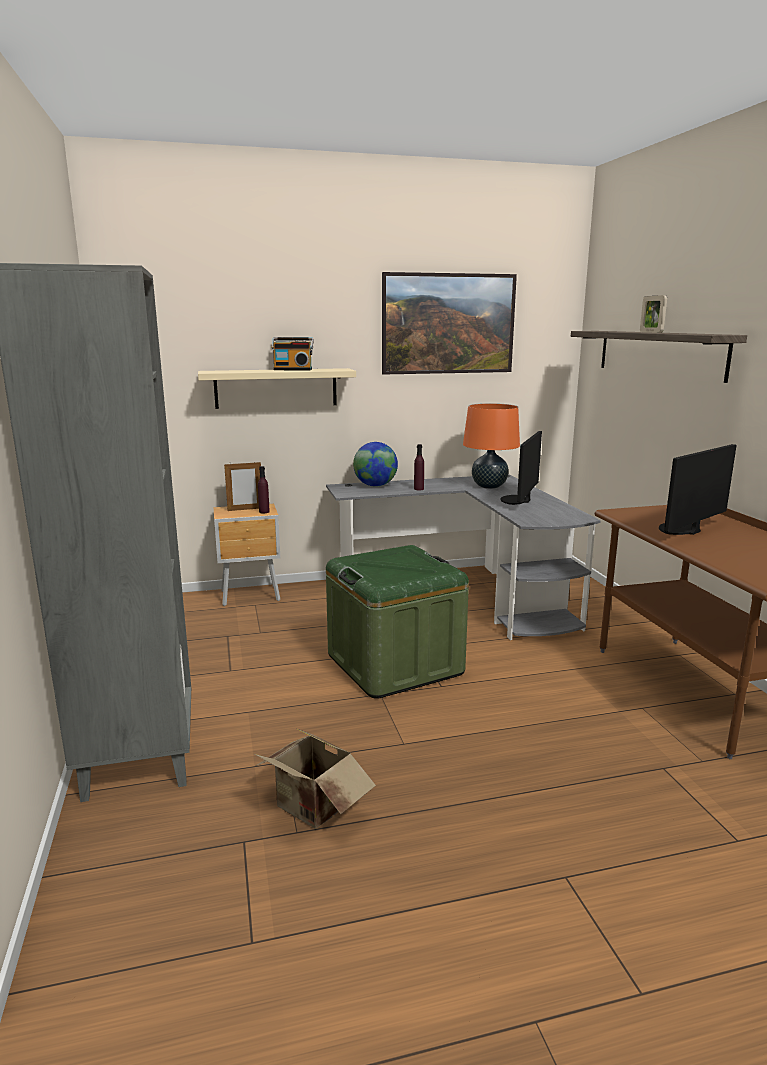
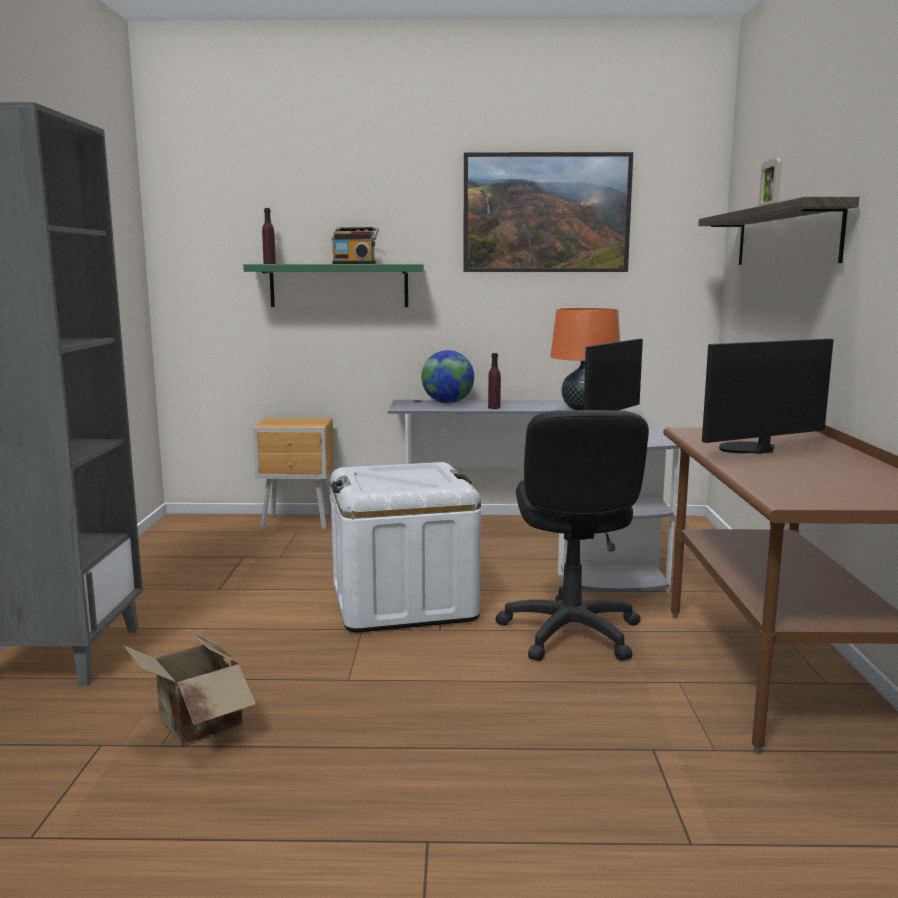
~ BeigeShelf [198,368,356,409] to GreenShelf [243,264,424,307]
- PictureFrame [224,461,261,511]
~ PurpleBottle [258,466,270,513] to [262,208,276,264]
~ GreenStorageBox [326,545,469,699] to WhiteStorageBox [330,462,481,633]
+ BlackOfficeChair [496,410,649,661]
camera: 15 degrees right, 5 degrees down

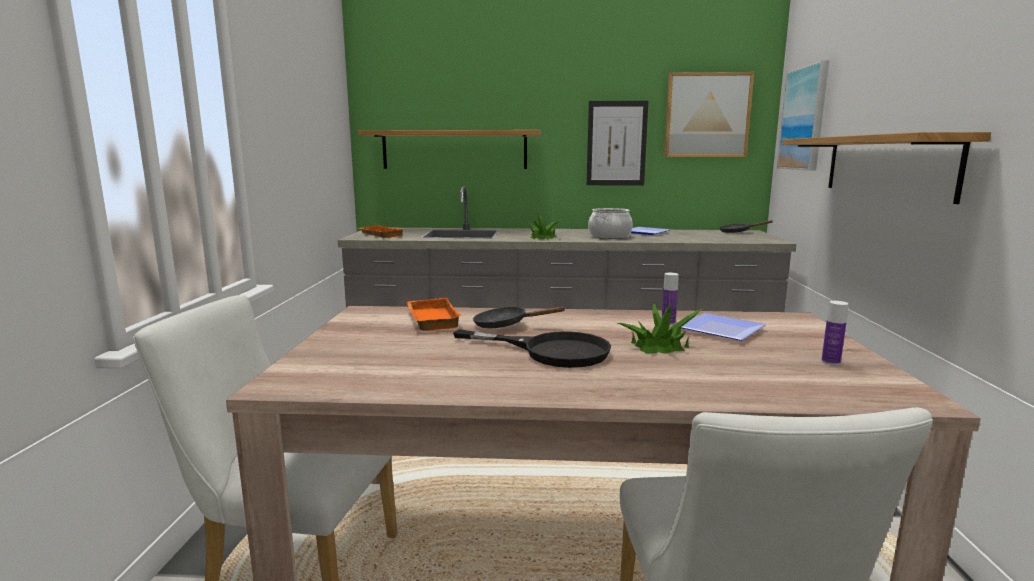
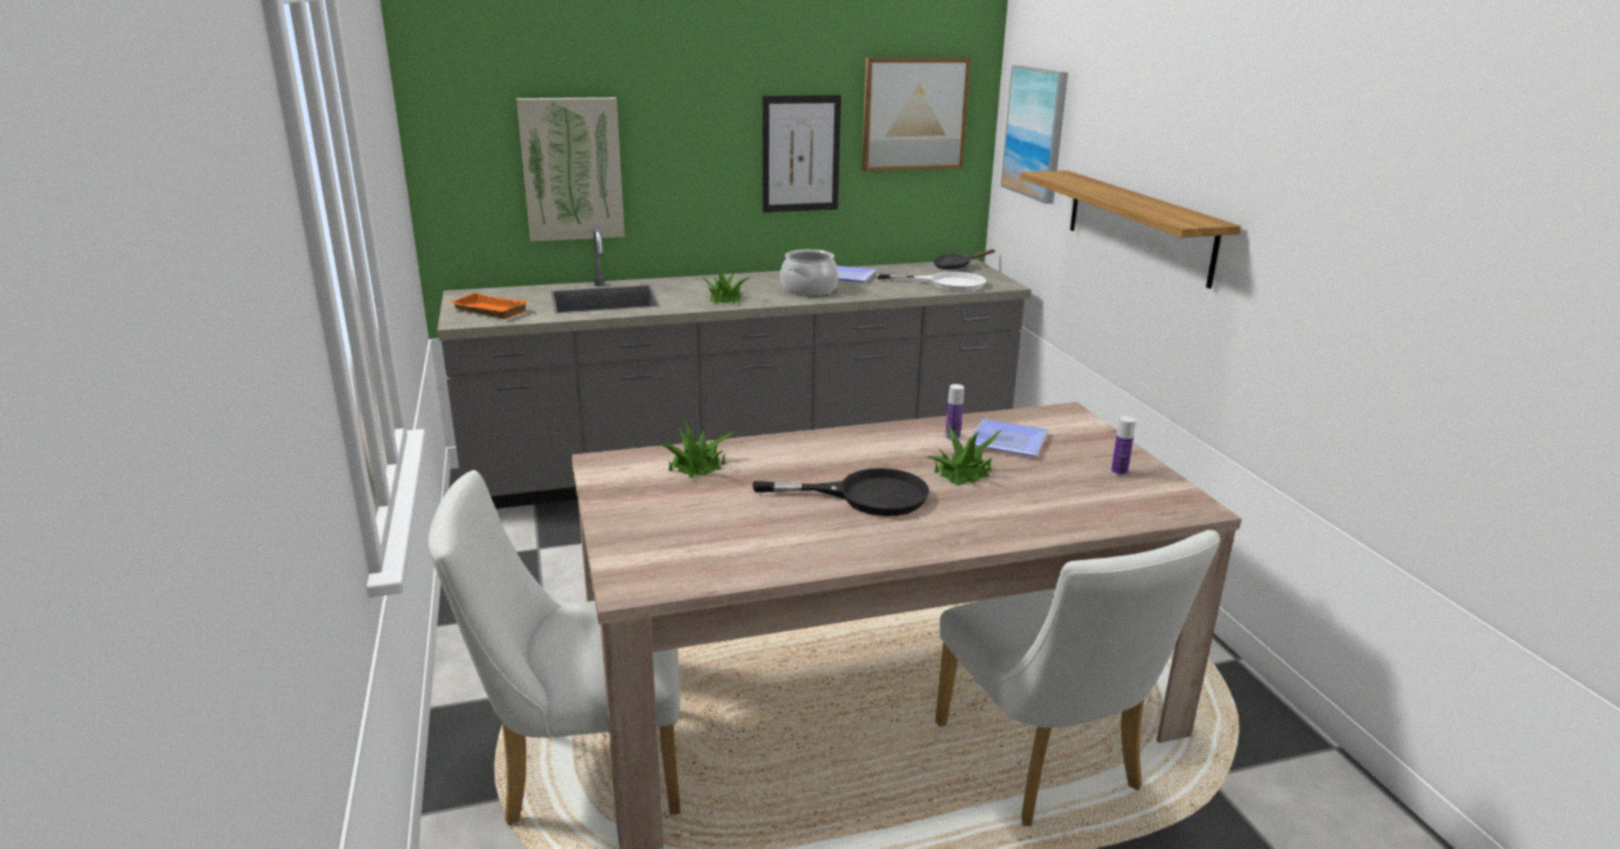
~ Shelf [358,130,541,169] to Picture [517,97,625,242]
~ OrangeTray [406,298,462,331] to PottedPlant [656,420,735,478]
- BlackFryingPan [473,306,566,328]
+ WhiteFryingPan [877,272,987,292]
camera: 20 degrees left, 10 degrees up

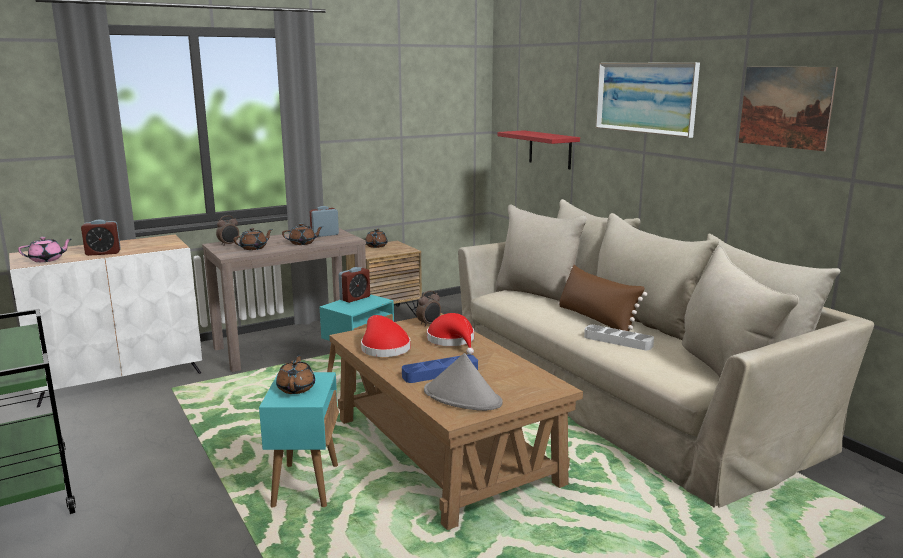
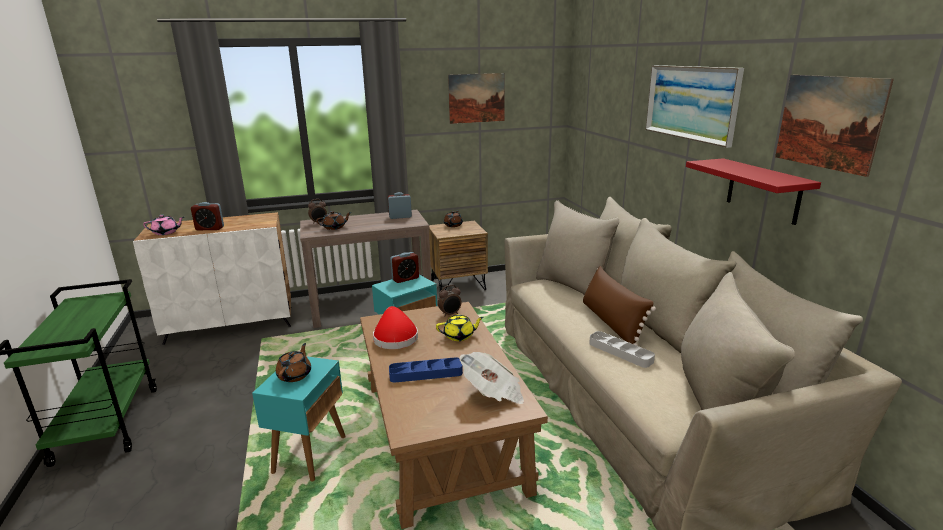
- BrownTeapot [282,223,323,245]
- GreyHat [424,353,503,411]
~ RedHat [427,313,474,355] to YellowTeapot [436,314,484,341]
~ RedShelf [497,130,580,169] to [686,158,821,225]
+ Picture [448,73,505,124]
+ Newspaper [459,352,524,404]
camera: 15 degrees right, 5 degrees up

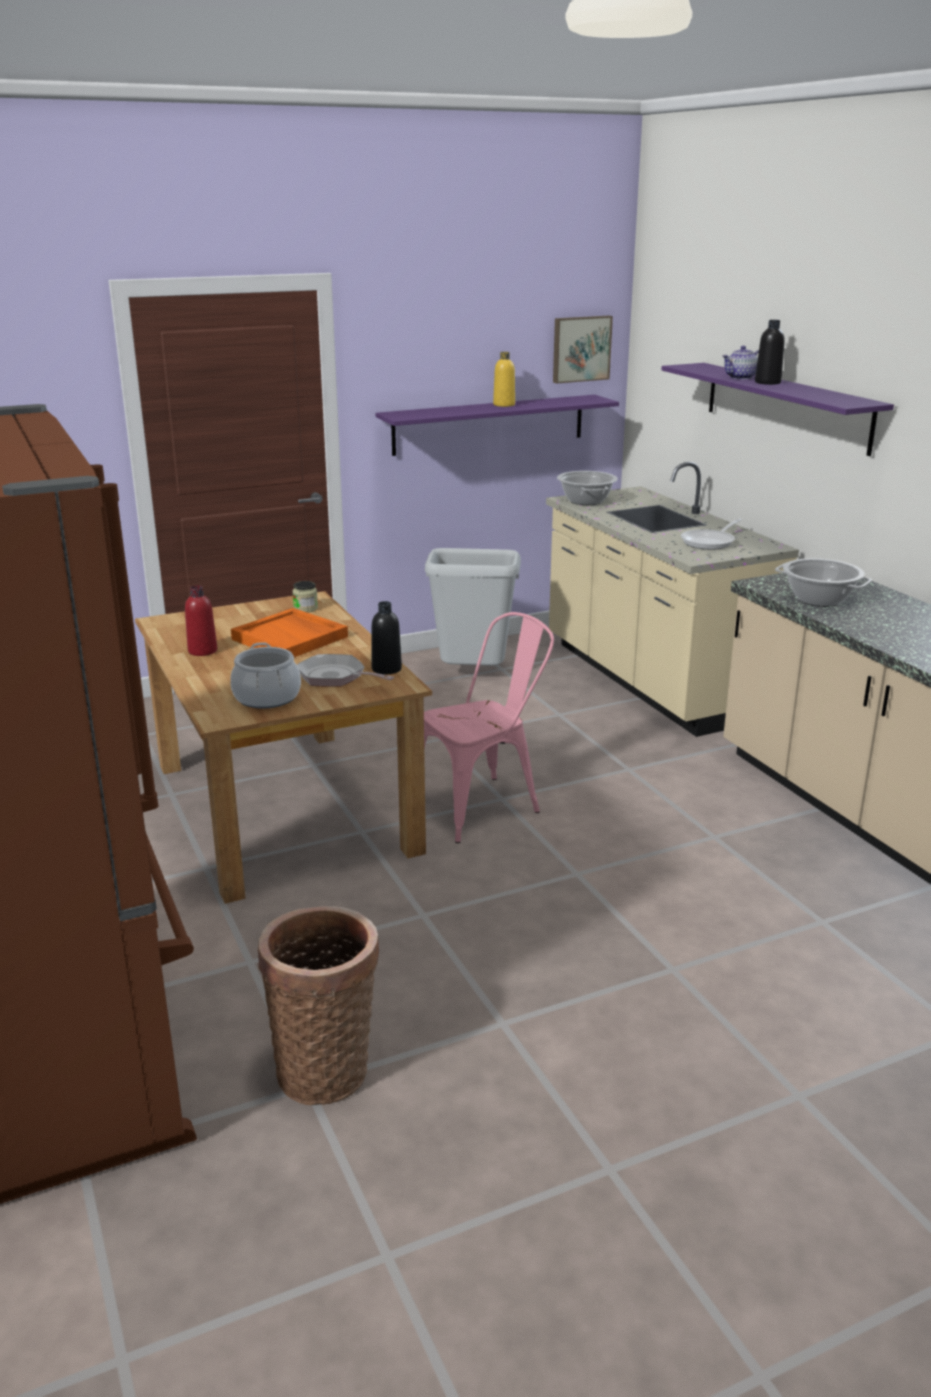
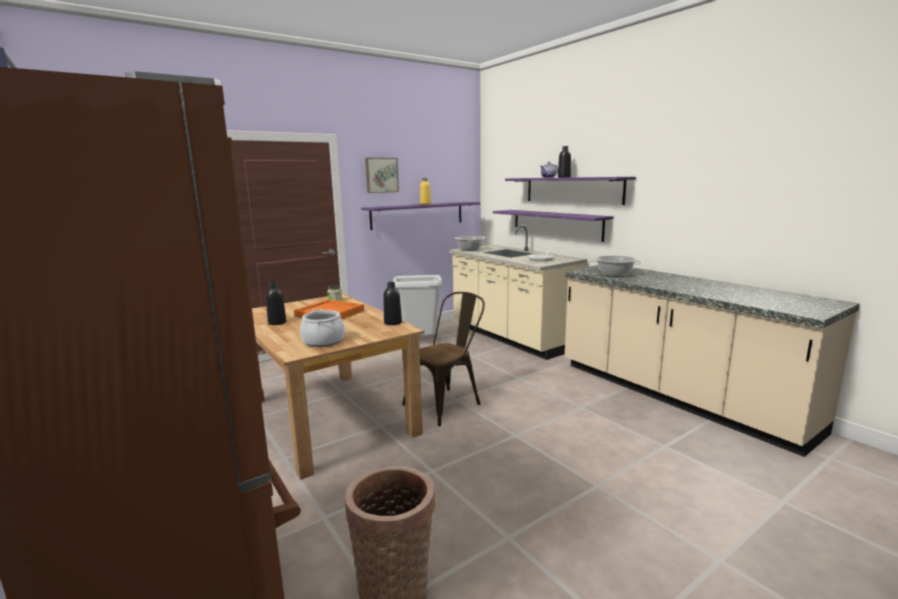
~ RedBottle [185,585,217,656] to BlackBottle [266,282,286,325]
- FryingPan [297,654,394,687]
~ PinkChair [424,612,554,843] to BrownChair [402,292,485,426]
~ Picture [553,316,613,383] to [365,158,399,193]
+ PurpleShelf [493,210,614,242]
camera: 10 degrees left, 10 degrees down

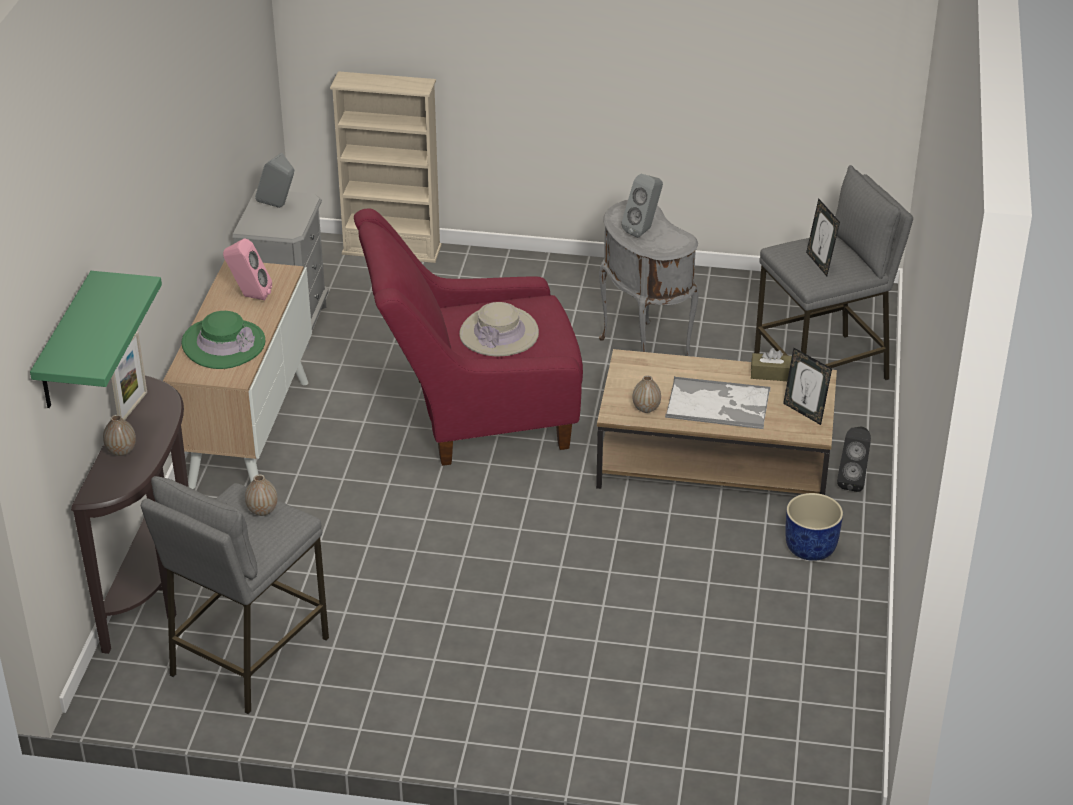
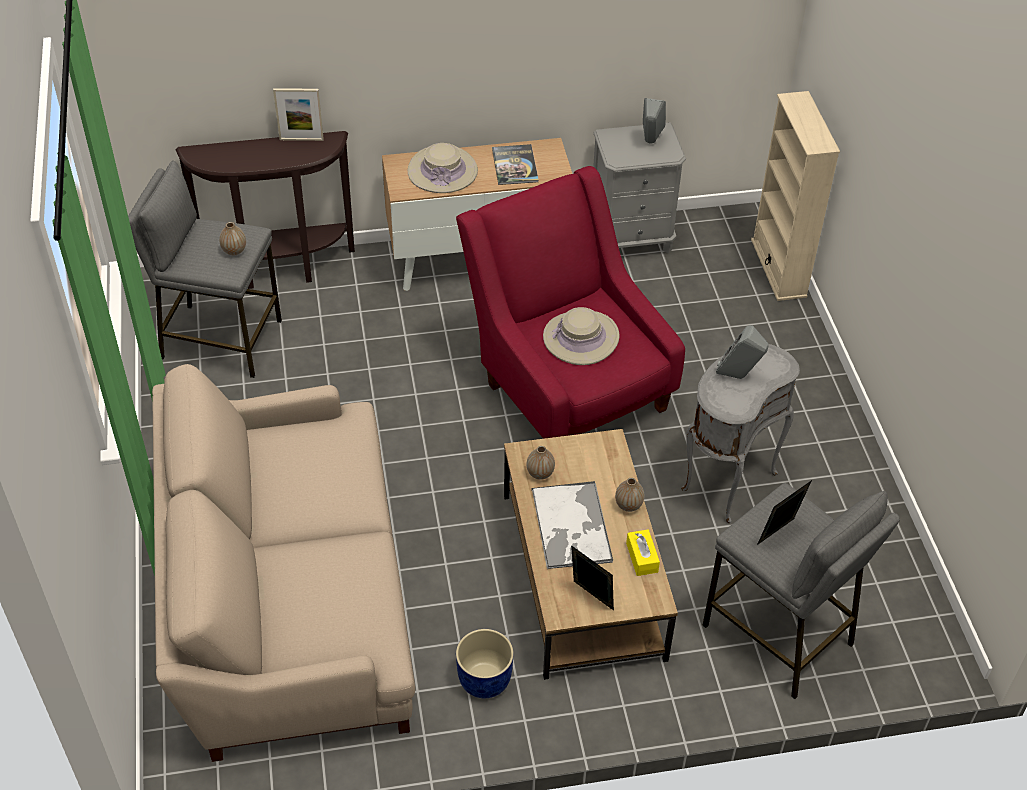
- GreenShelf [30,271,162,408]
~ Vase [103,415,136,456] to [615,478,644,512]
~ GreenHat [182,311,265,369] to BeigeHat [408,143,478,193]
~ PinkSpeaker [223,238,272,300] to Book [492,144,539,185]
~ BrownTissueBox [751,348,792,381] to YellowTissueBox [626,529,660,576]
~ PictureFrame [783,348,832,425] = [571,545,614,610] 105 degrees clockwise
- BlackSpeaker [837,427,871,492]
+ BeigeSofa [152,364,415,762]
camera: 70 degrees right, 10 degrees up

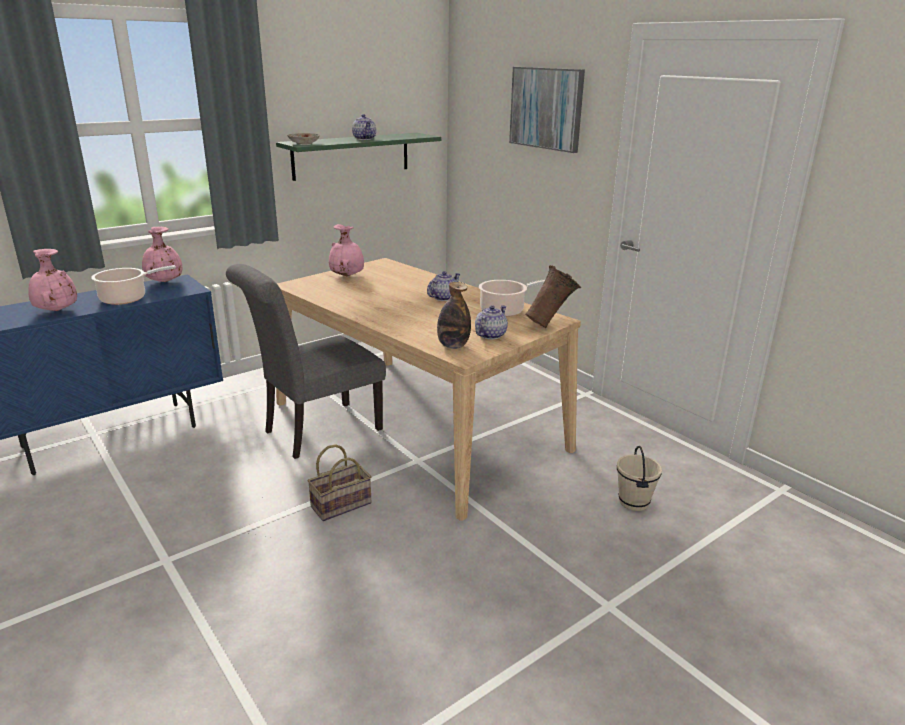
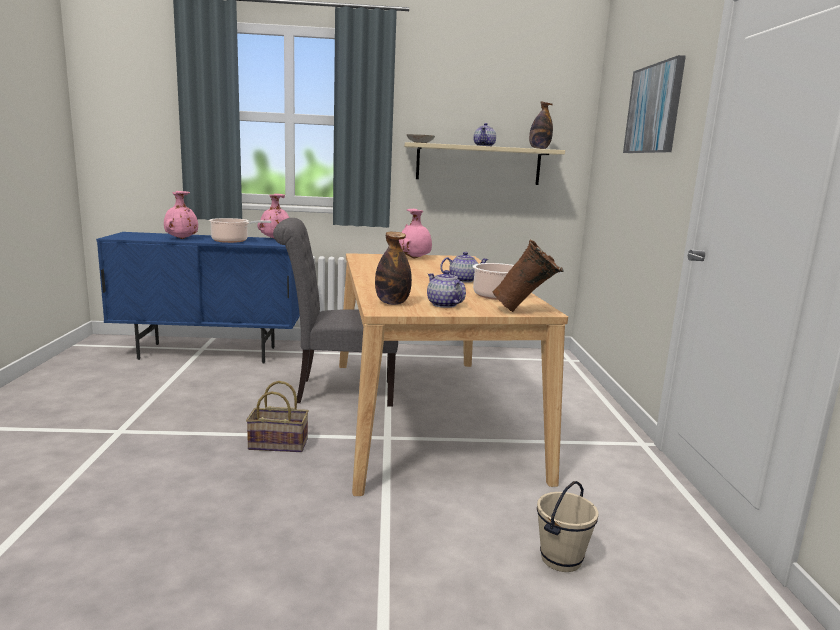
~ GreenShelf [276,133,442,181] to BeigeShelf [404,142,565,185]
~ Teapot [475,305,508,339] = [427,270,466,308] 105 degrees counterclockwise
+ Bottle [529,101,553,149]
camera: 35 degrees right, 10 degrees down

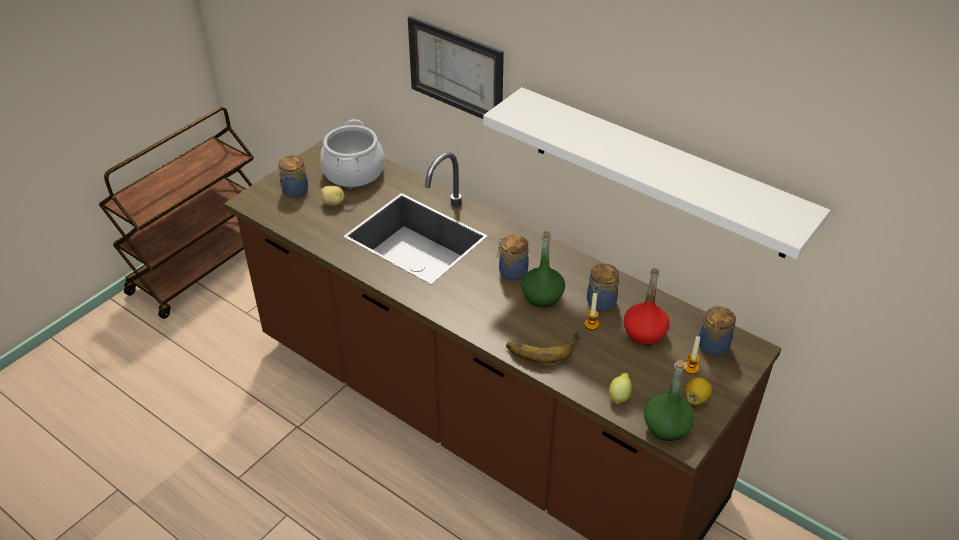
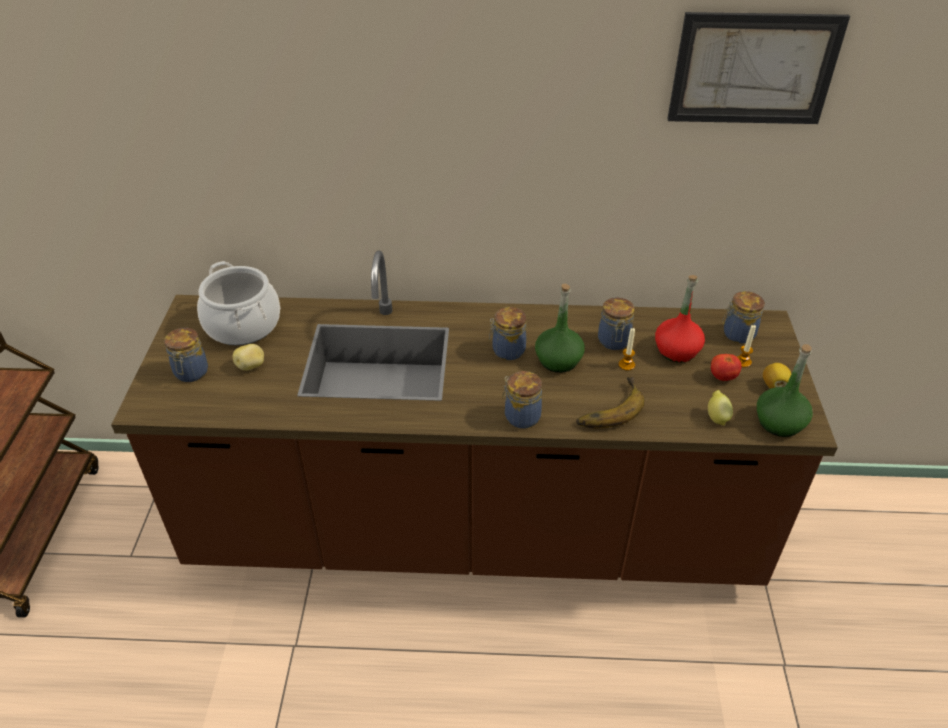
~ Picture [408,16,504,119] to [667,12,850,124]
- WhiteShelf [483,87,830,259]
+ Jar [502,371,542,428]
+ Tomato [711,354,742,381]
camera: 35 degrees left, 0 degrees up

